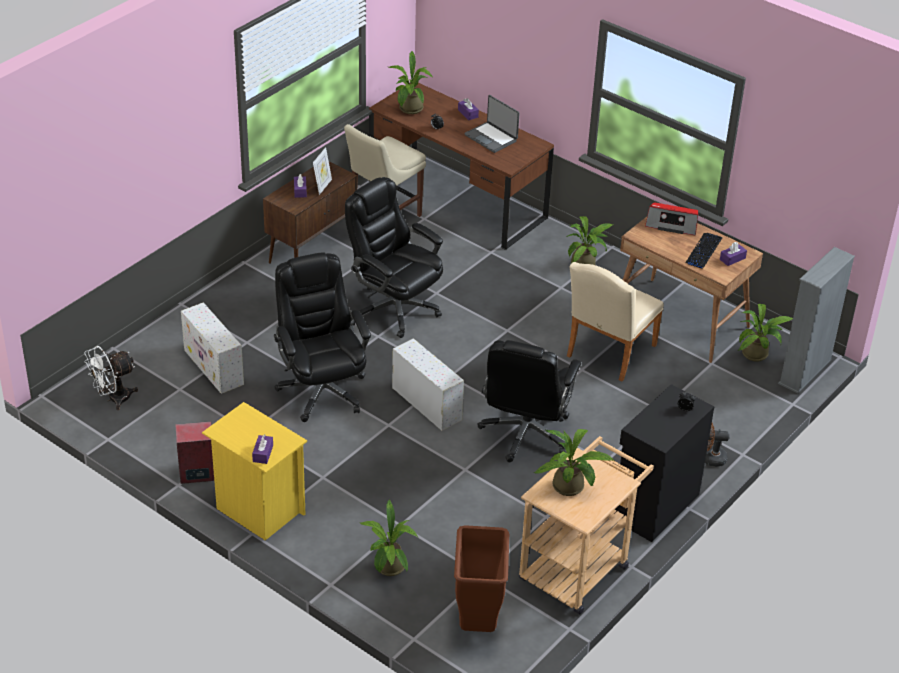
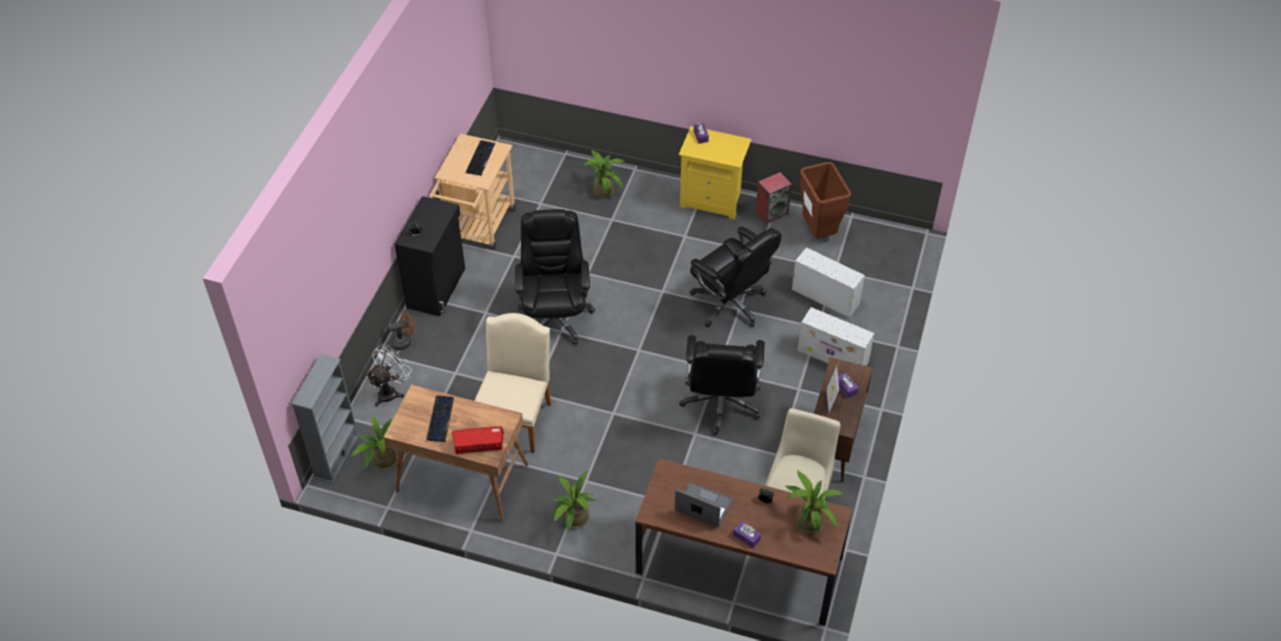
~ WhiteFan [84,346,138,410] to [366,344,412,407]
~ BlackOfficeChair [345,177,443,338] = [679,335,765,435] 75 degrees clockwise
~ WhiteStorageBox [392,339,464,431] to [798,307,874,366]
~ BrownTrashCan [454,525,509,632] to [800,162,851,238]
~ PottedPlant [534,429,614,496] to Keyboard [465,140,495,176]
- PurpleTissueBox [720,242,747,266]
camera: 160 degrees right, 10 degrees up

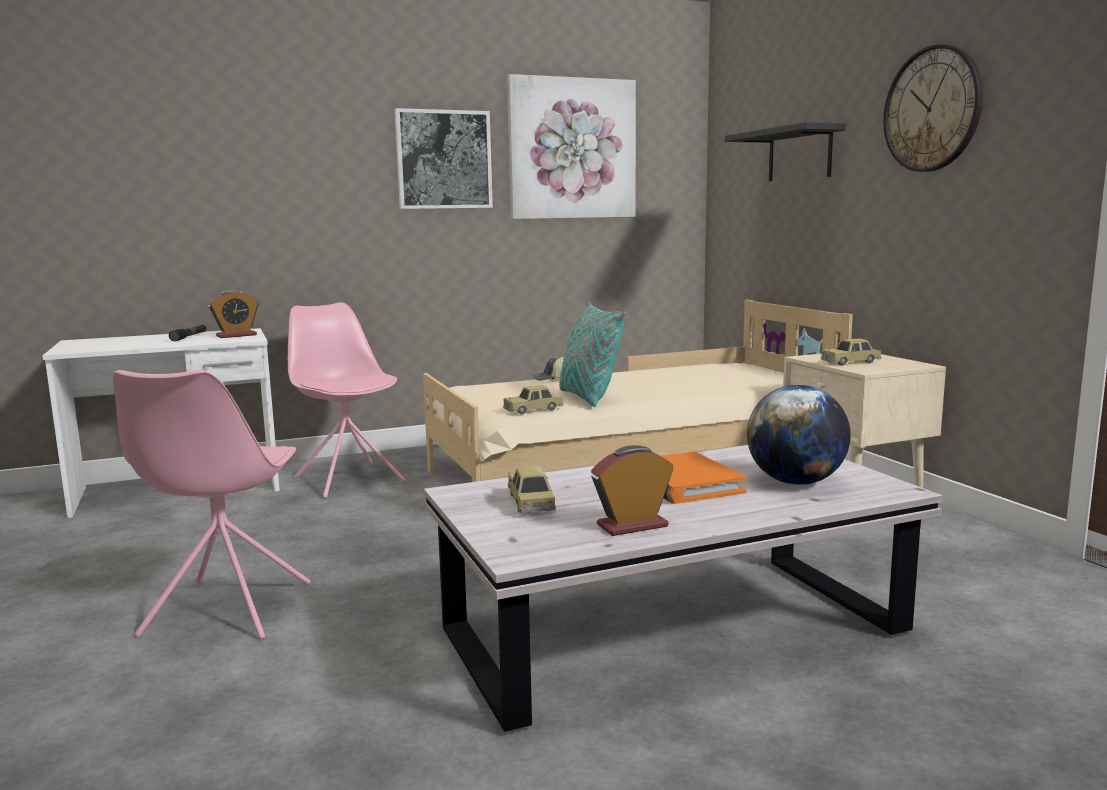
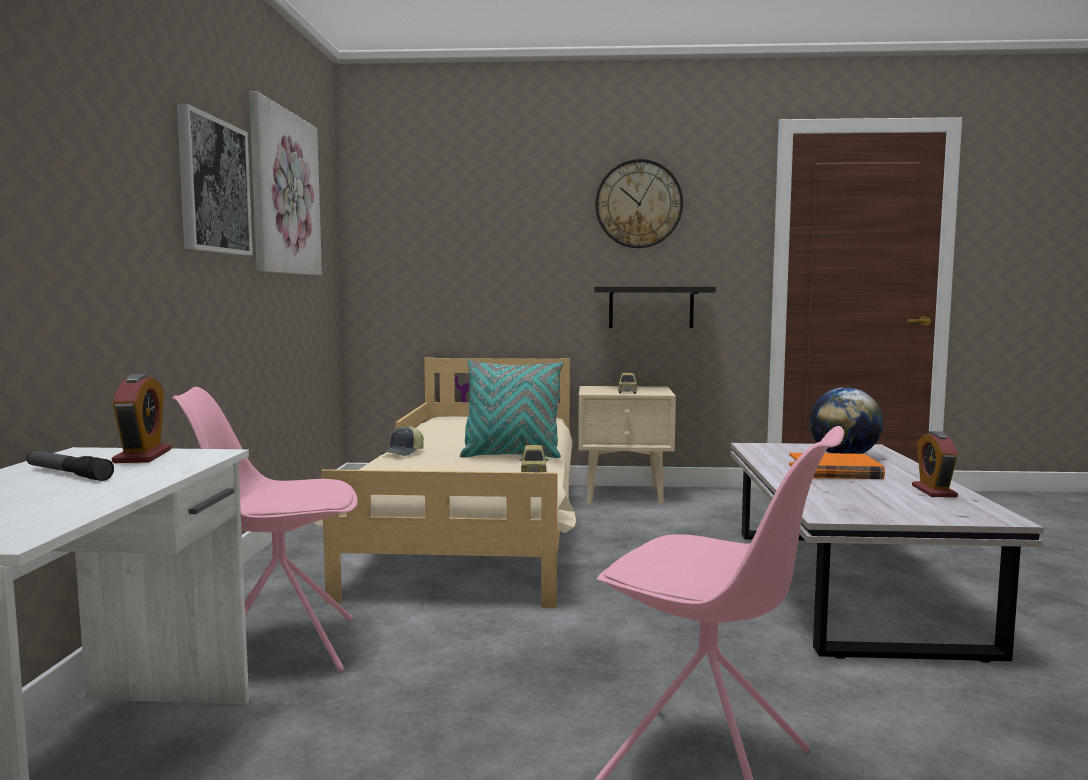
- ToyCar [508,466,556,513]
~ BlackShelf [725,122,846,181] to [594,286,716,328]
camera: 65 degrees left, 5 degrees down

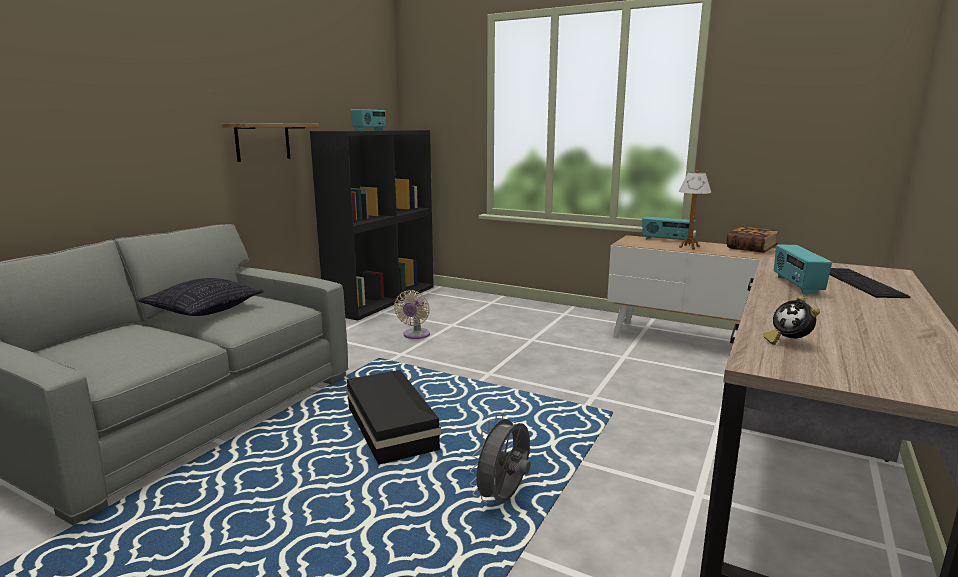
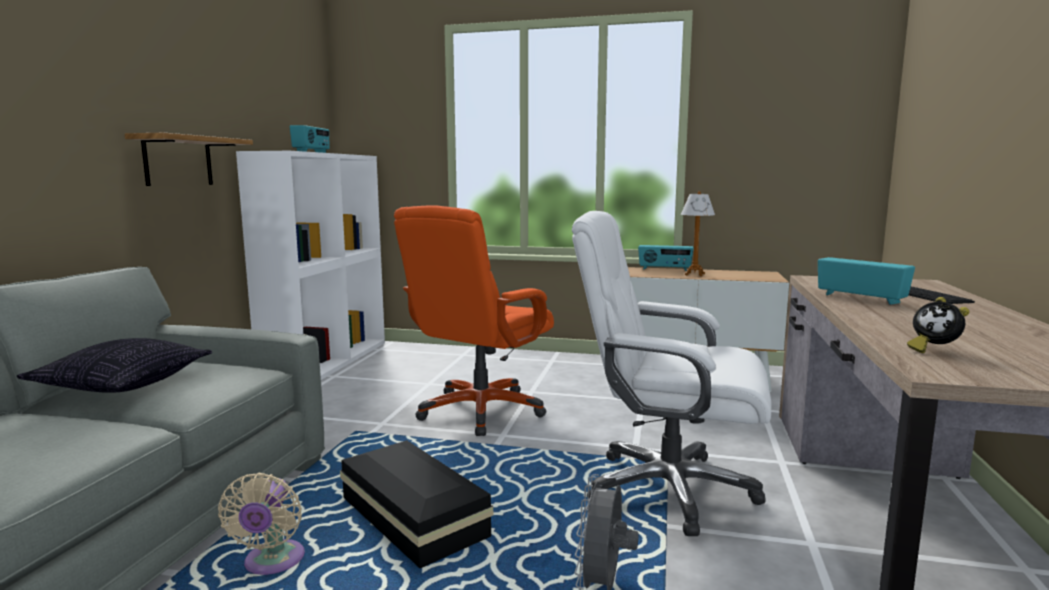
~ BlackBookcase [310,130,434,321] to WhiteBookcase [236,151,385,380]
~ BeigeFan [394,290,430,339] to [218,473,305,575]
- Book [727,226,779,253]
~ Radio [774,244,832,294] = [818,257,915,304] 150 degrees clockwise
+ OrangeOfficeChair [394,205,554,436]
+ WhiteOfficeChair [572,211,772,536]
camera: 15 degrees left, 5 degrees down

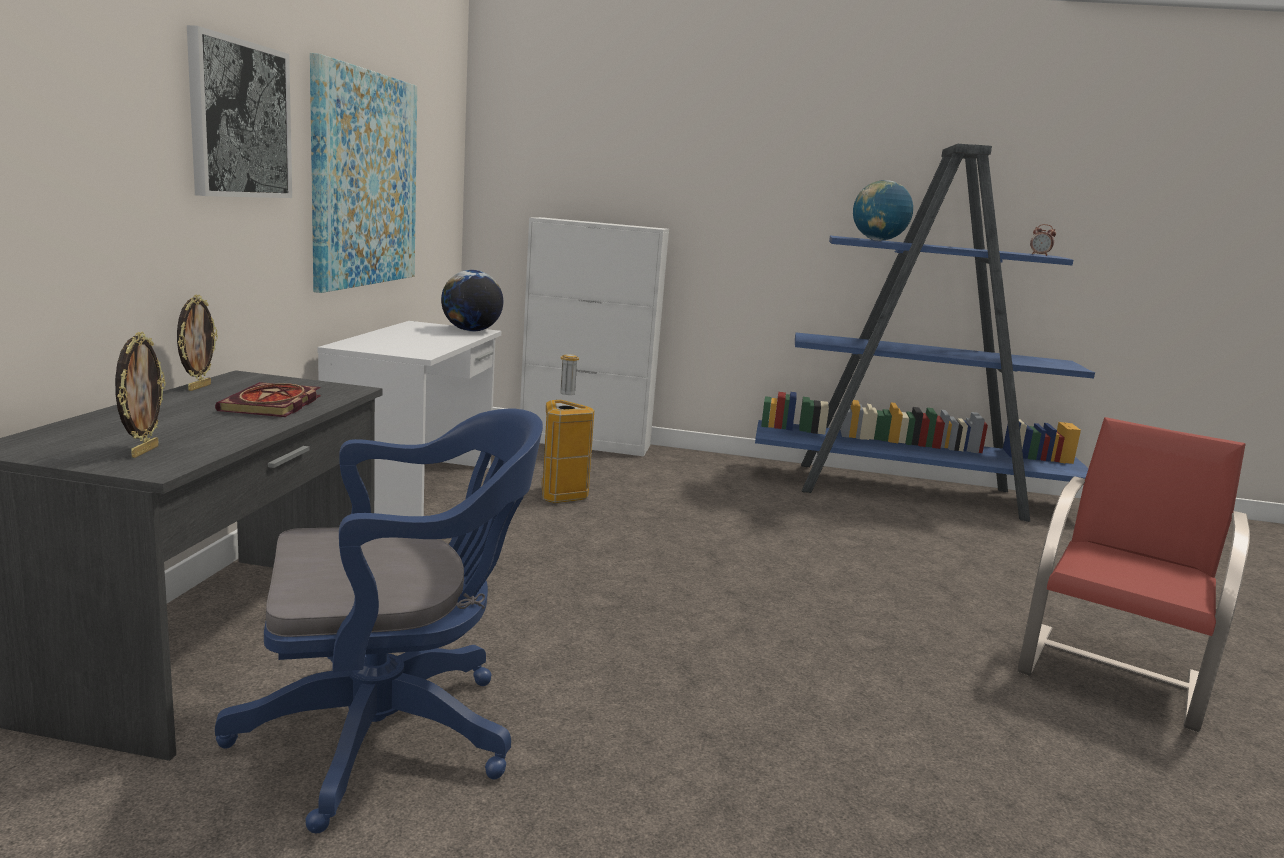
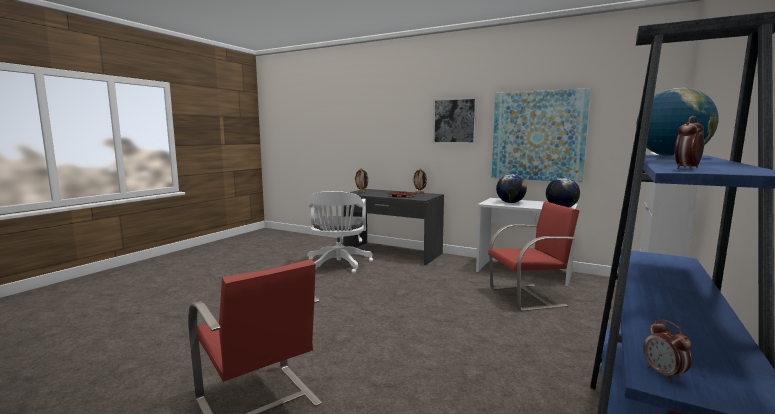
~ BlueOfficeChair [215,409,543,833] to WhiteOfficeChair [308,191,373,274]
~ TrashCan [542,354,594,503] to RedChair [488,201,579,311]
+ Globe [496,174,527,203]
+ AlarmClock [644,319,692,382]
camera: 110 degrees right, 5 degrees down

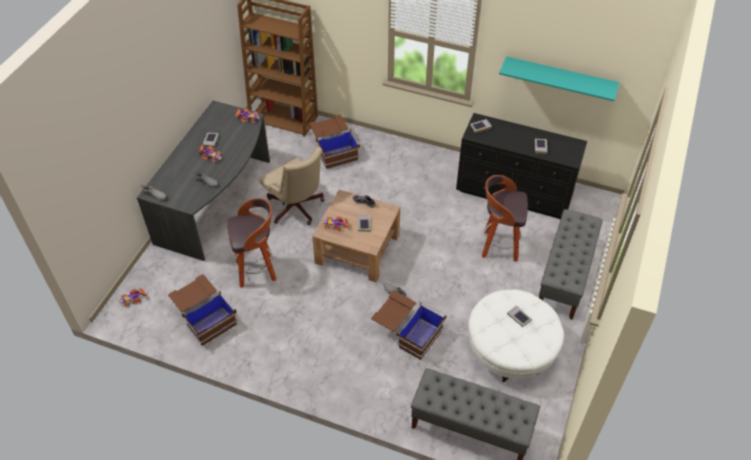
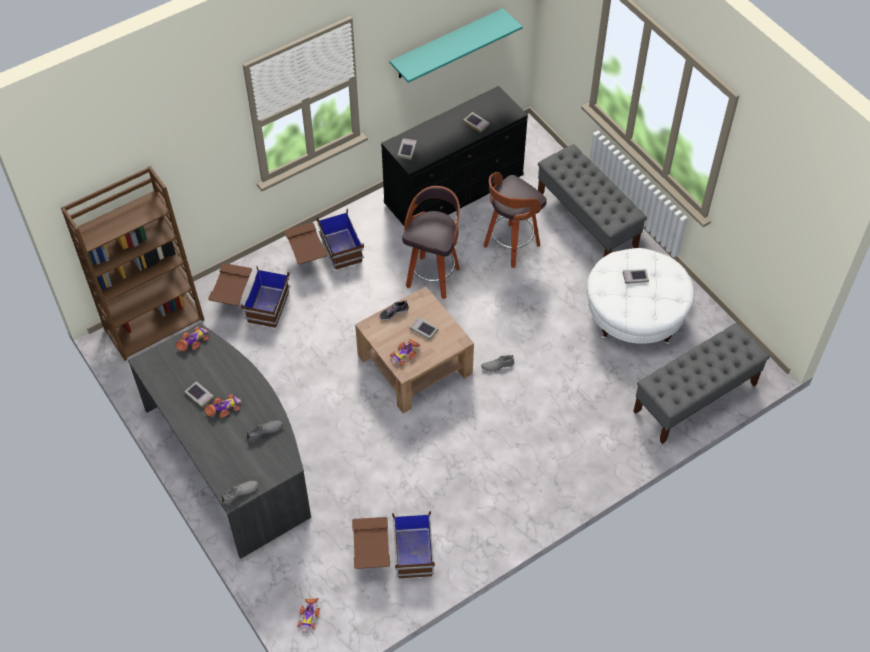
~ Stool [228,198,276,288] to [402,186,460,299]
- BeigeOfficeChair [259,146,325,225]
~ BrownStorageBox [371,291,446,360] to [284,208,364,270]
camera: 55 degrees left, 5 degrees up

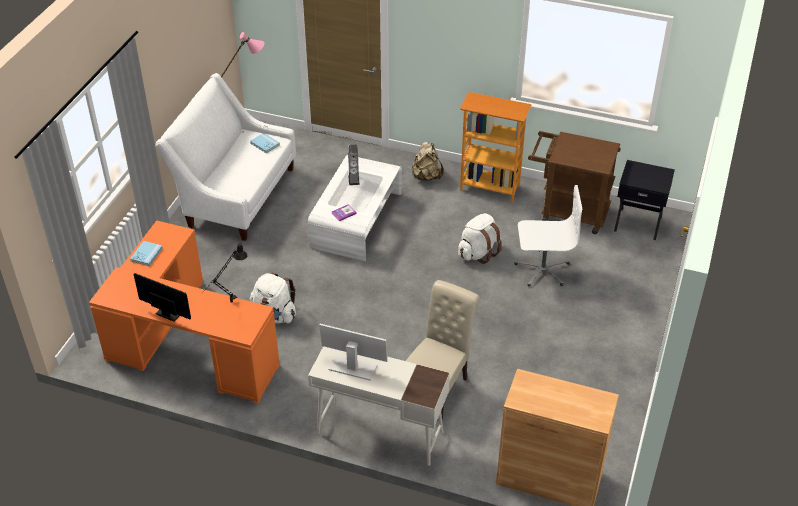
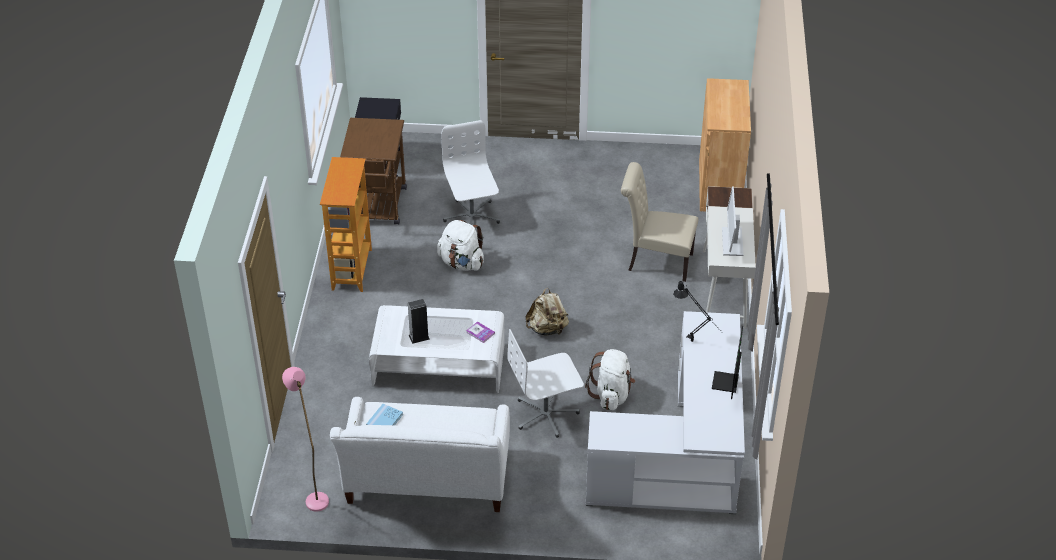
~ OrangeDesk [89,221,280,403] to WhiteDesk [586,311,745,514]
- BlueBook [130,241,163,266]
~ BeigeBackpack [412,142,444,181] to [526,288,569,336]
+ WhiteOfficeChair [508,329,584,438]
camera: 105 degrees left, 0 degrees up

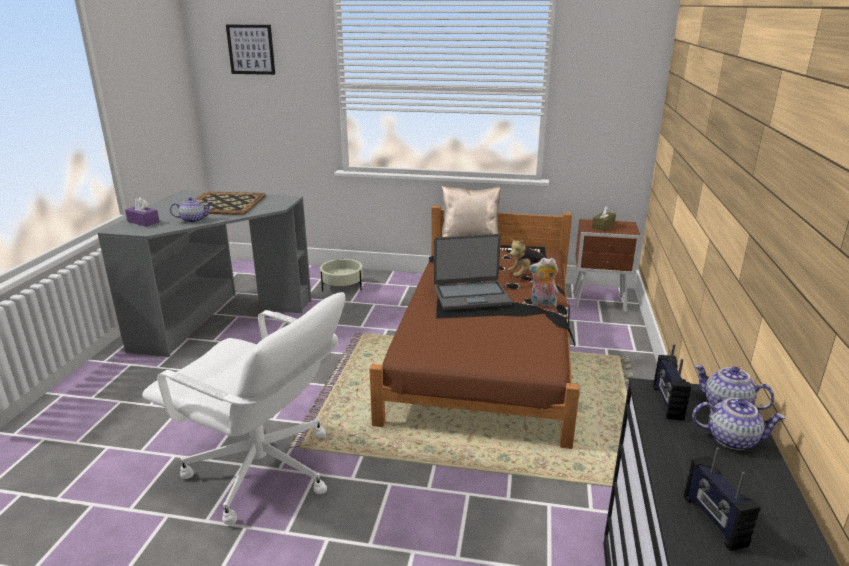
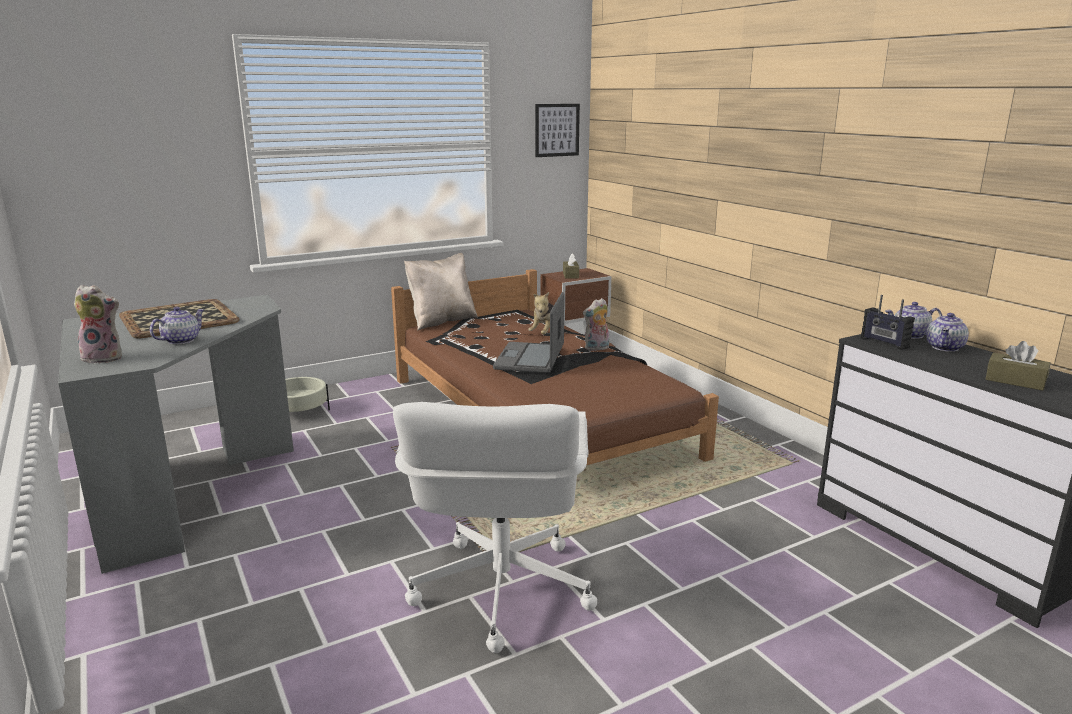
~ PurpleTissueBox [125,197,160,227] to PlushToy [74,285,122,364]
~ WhiteOfficeChair [142,292,345,525] = [393,402,597,653] 105 degrees clockwise
~ Picture [226,25,275,75] to [535,104,580,157]
~ Laptop [434,234,512,310] = [493,292,564,373] 150 degrees clockwise
~ Radio [684,447,761,551] to BrownTissueBox [986,341,1051,391]
~ Teapot [692,398,786,450] = [926,313,969,352] 150 degrees clockwise
camera: 40 degrees left, 5 degrees down

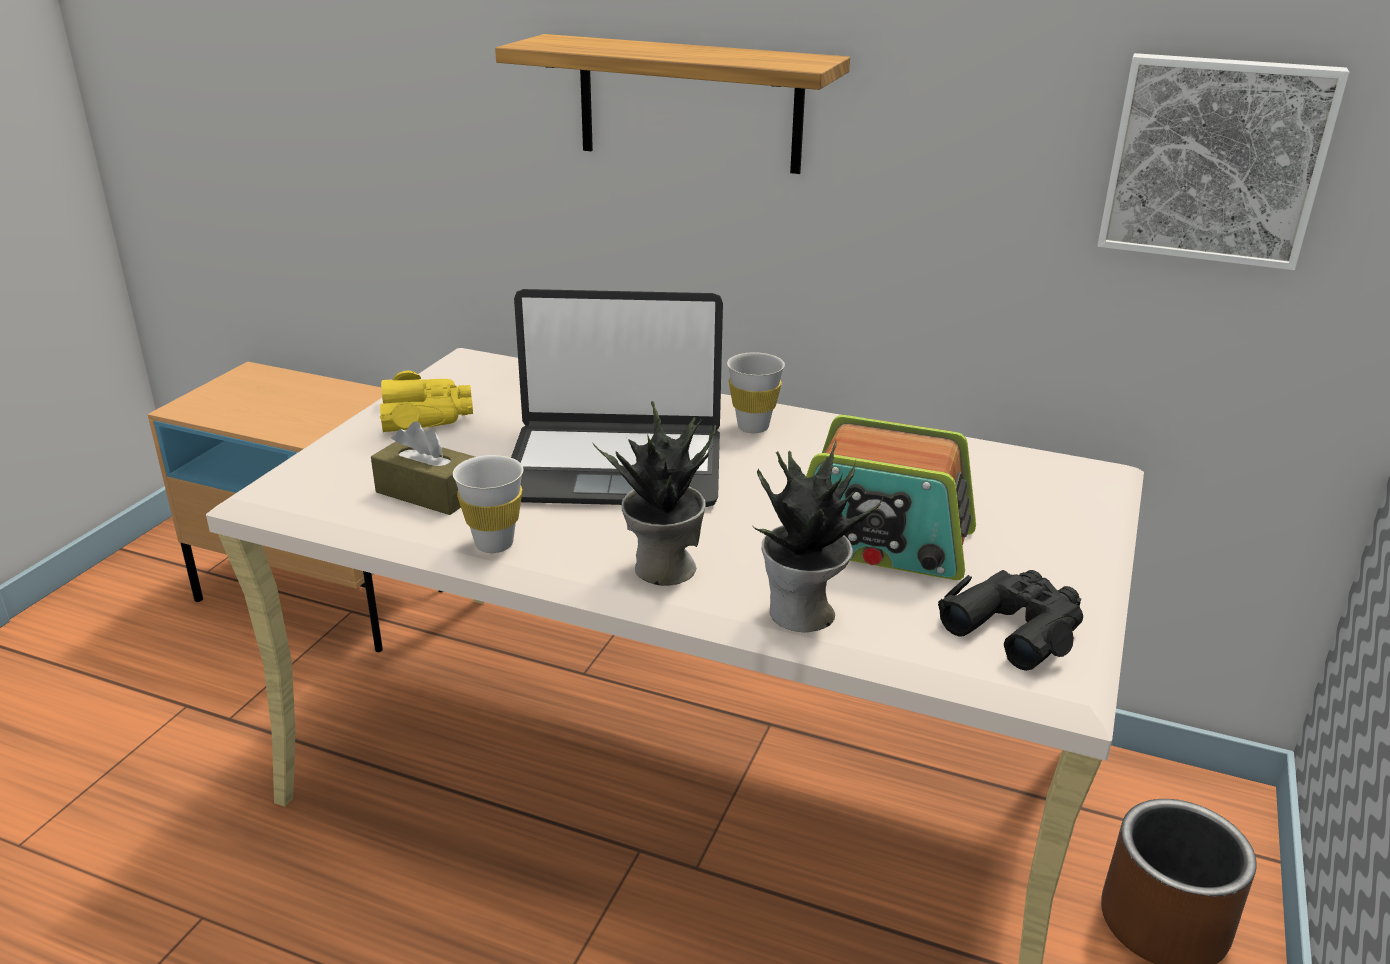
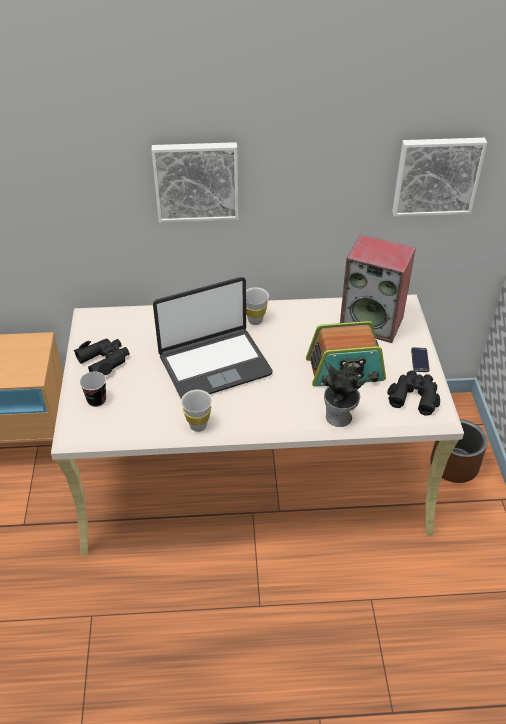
- BrownTissueBox [371,421,475,515]
~ YellowBinoculars [380,371,473,432] to BlackBinoculars [74,339,130,375]
~ Shelf [495,34,850,174] to Picture [152,142,238,223]
- PottedPlant [593,401,716,586]
+ Cup [80,371,106,407]
+ Speaker [340,235,416,343]
+ Phone [411,347,430,372]
camera: 25 degrees left, 15 degrees up

